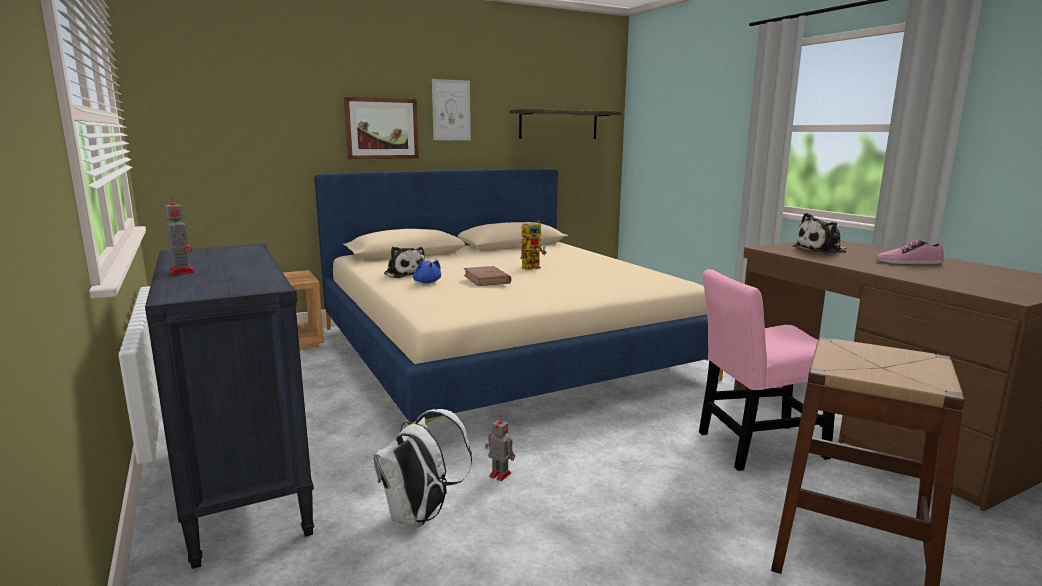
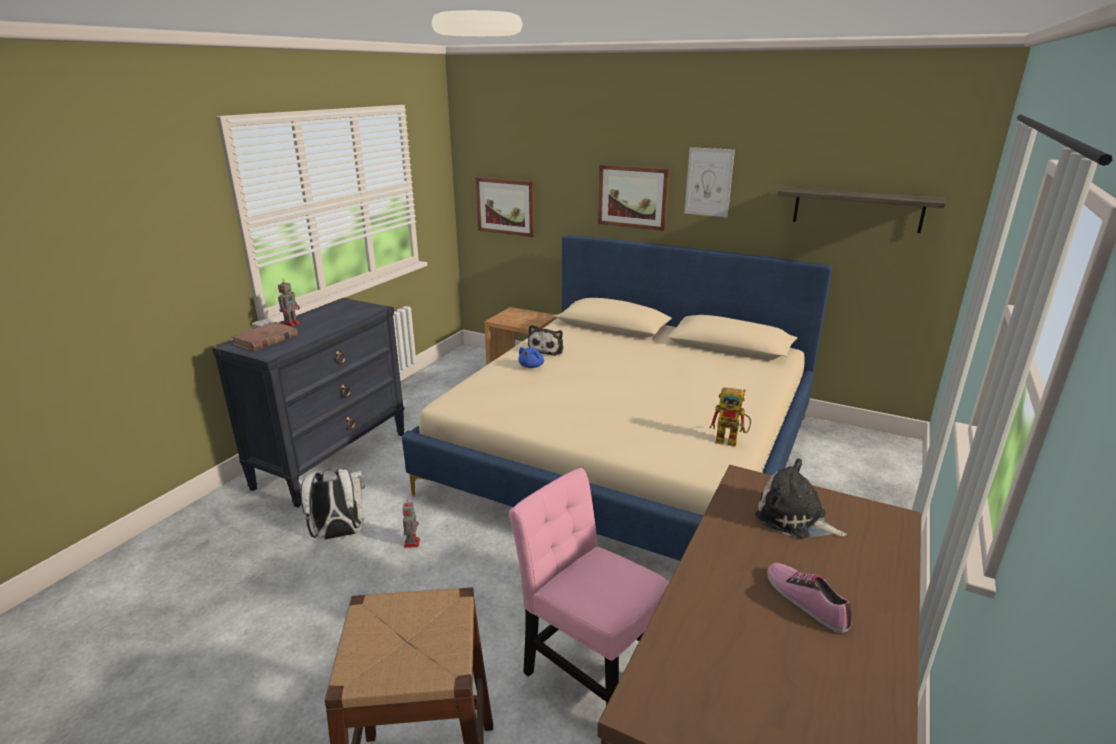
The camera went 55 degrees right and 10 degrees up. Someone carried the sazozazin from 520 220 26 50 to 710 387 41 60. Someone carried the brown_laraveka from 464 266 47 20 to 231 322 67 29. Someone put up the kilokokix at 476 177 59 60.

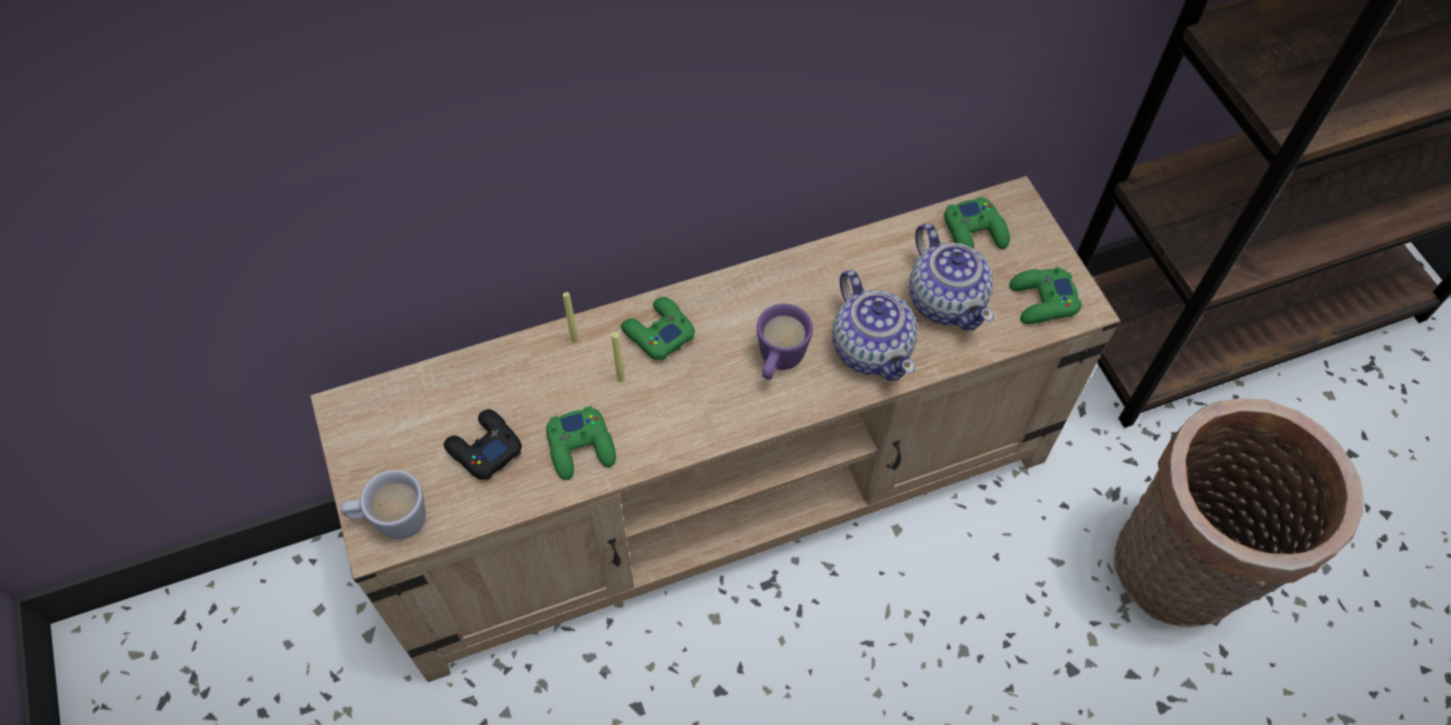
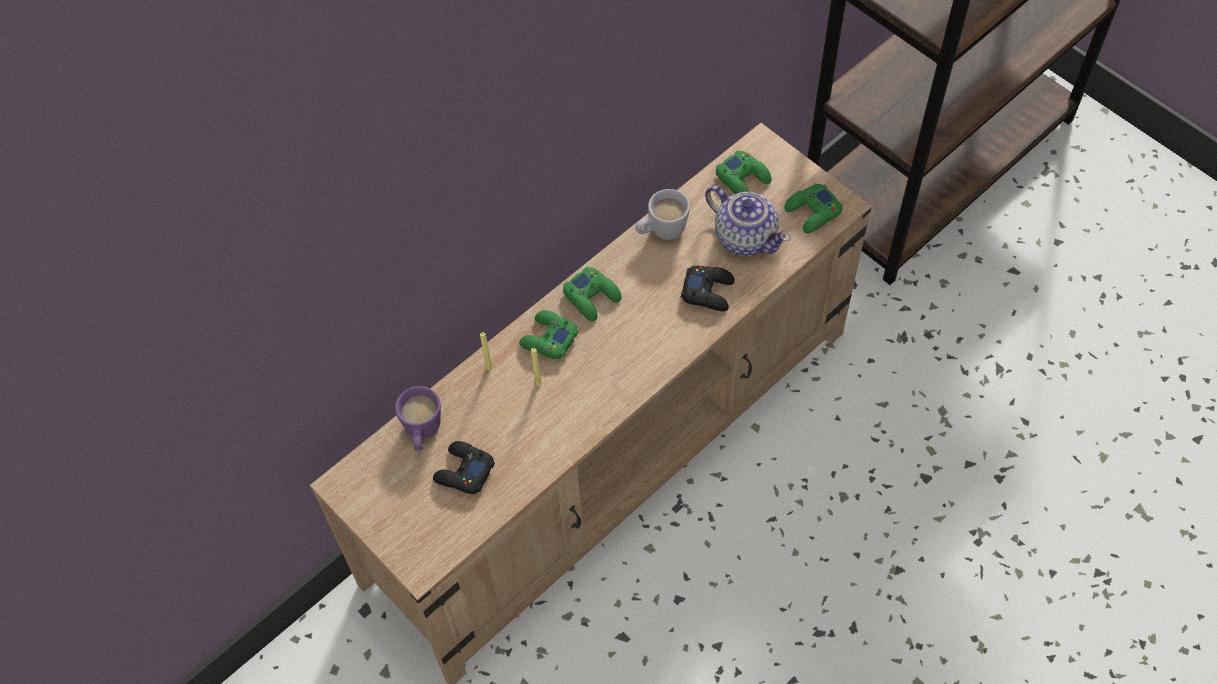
The camera went 20 degrees left and 0 degrees up. Someone swapped the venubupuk at 832 270 85 111 for the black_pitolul at 681 266 54 45. Someone carried the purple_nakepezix from 757 303 56 77 to 395 386 46 65. Someone took away the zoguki at 1114 398 249 229. Someone carried the green_pitolul from 546 406 70 74 to 563 267 59 54. Someone carried the white_nakepezix from 341 470 85 69 to 635 189 55 51.

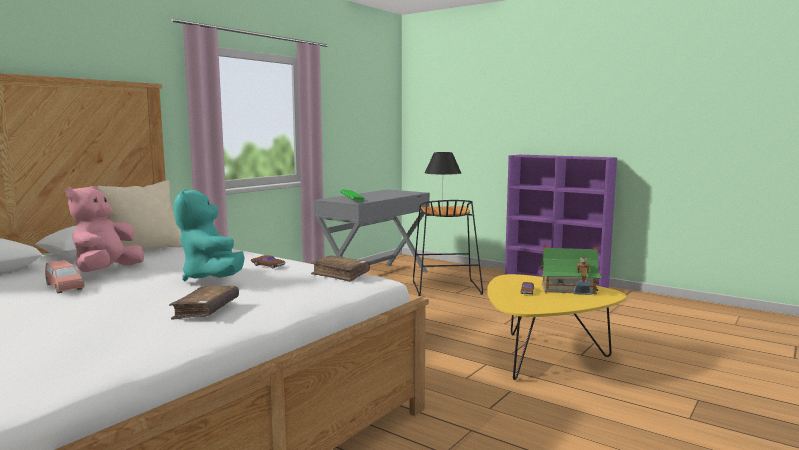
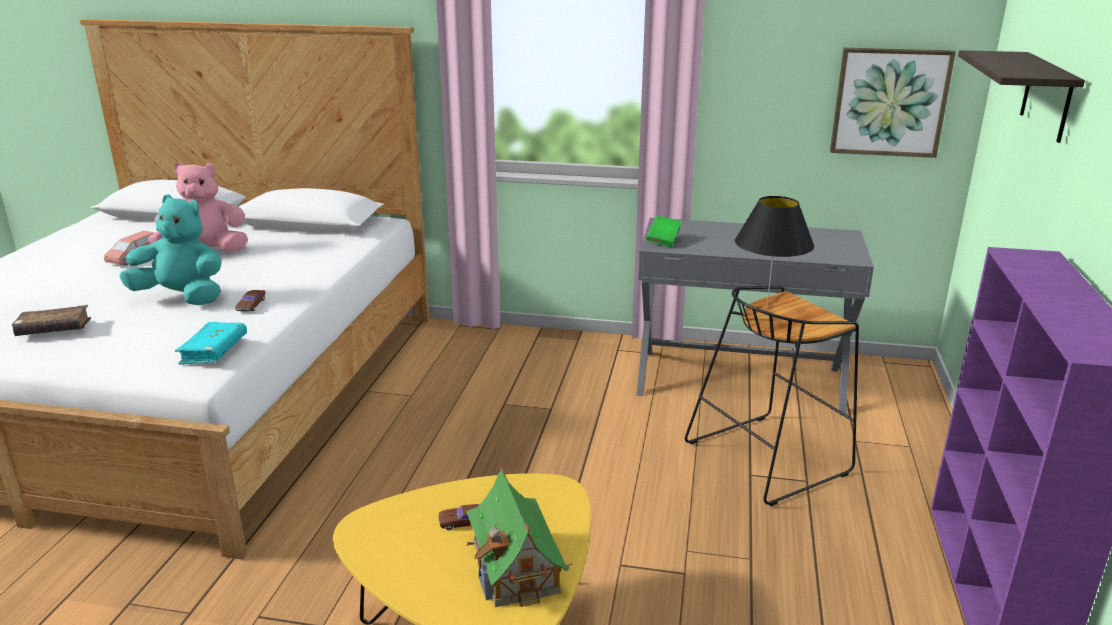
The camera went 65 degrees right and 15 degrees up. Someone took away the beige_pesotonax at 97 180 86 71. Someone rotated the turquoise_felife at 174 189 71 92 by 60 degrees clockwise. Someone repainted the brown_laraveka at 311 255 59 27, which became the turquoise_laraveka at 175 322 72 42. Someone put up the kilokokix at 830 48 126 110. Someone put up the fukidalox at 958 50 127 93.

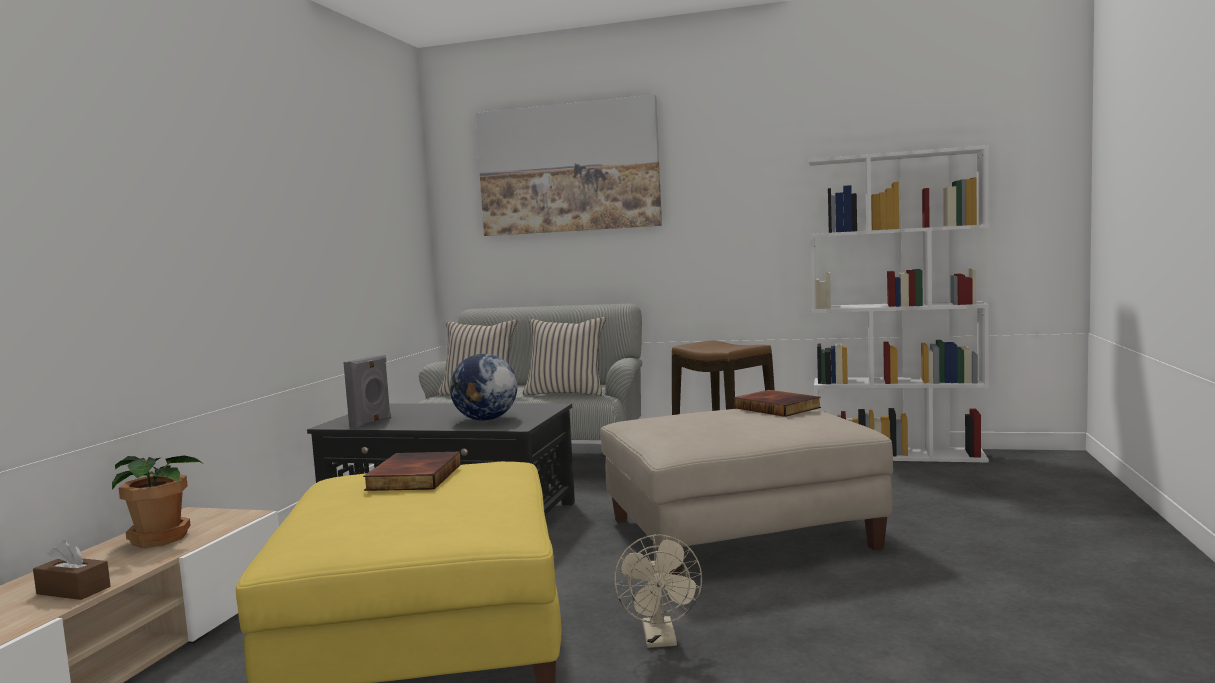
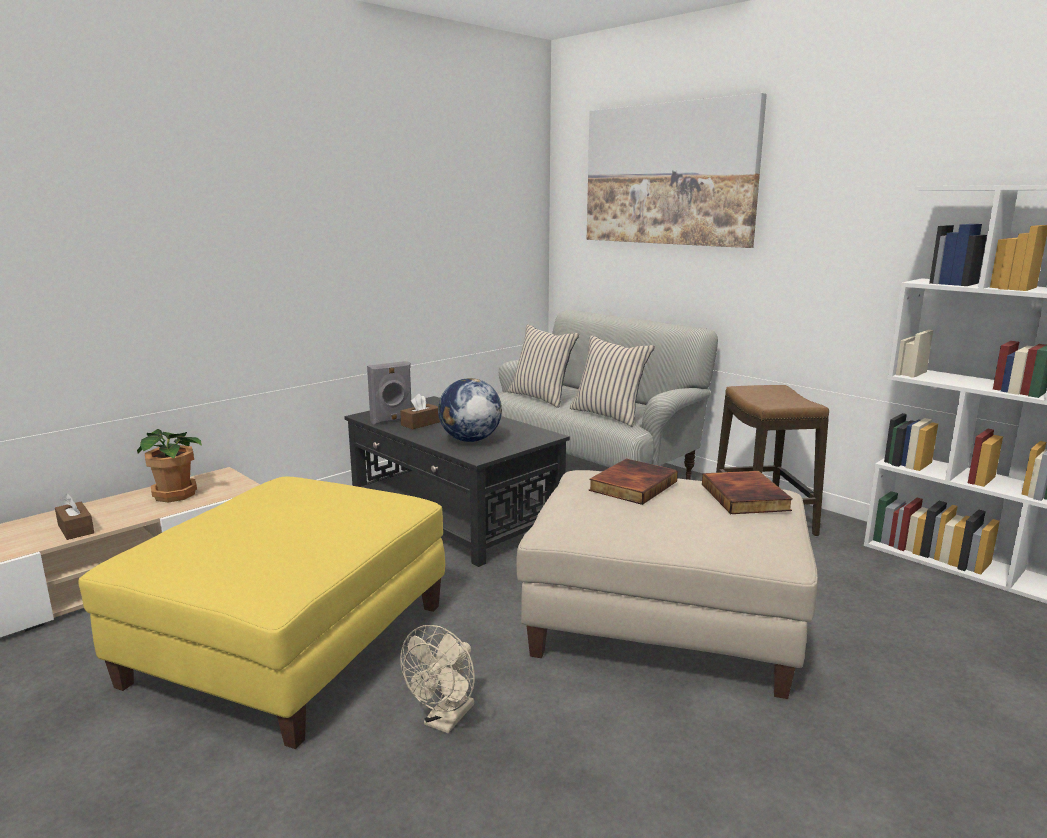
The camera went 30 degrees right and 10 degrees up. Someone carried the laraveka from 363 452 98 39 to 589 459 89 46. Someone put down the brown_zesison at 400 394 40 35.

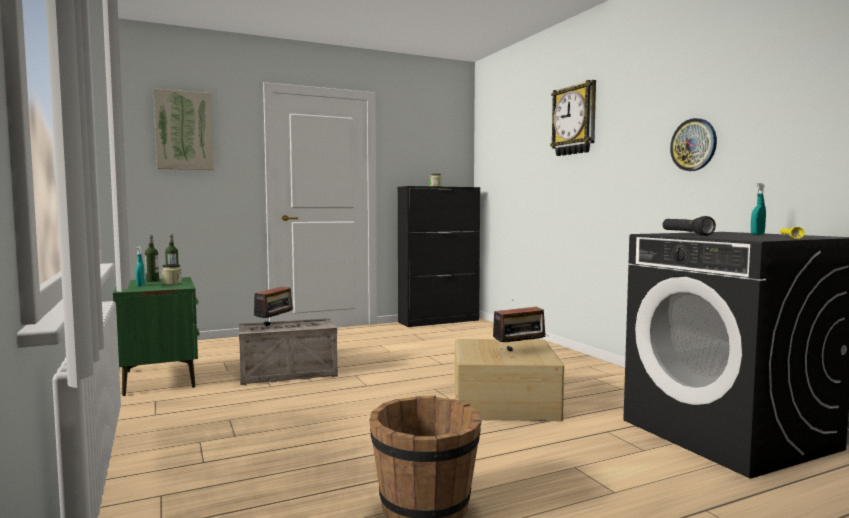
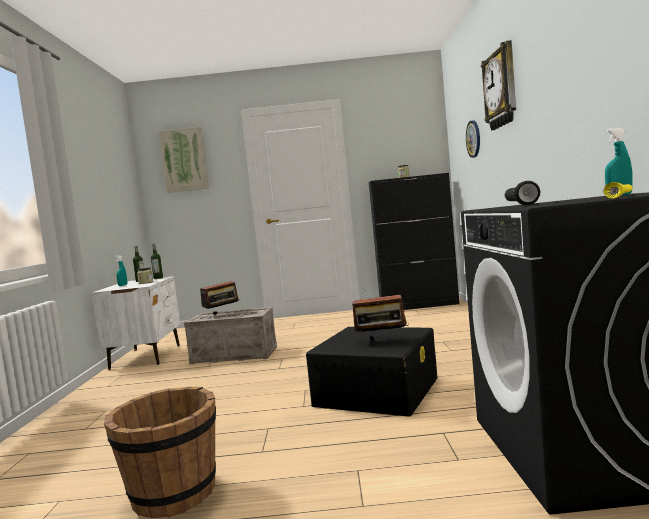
The camera went 25 degrees right and 0 degrees up. Someone carried the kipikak from 670 118 47 53 to 466 120 14 38. Someone repainted the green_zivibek at 113 277 86 119, which became the white_zivibek at 92 276 88 94. Someone repainted the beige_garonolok at 455 339 109 82, which became the black_garonolok at 306 327 132 89.

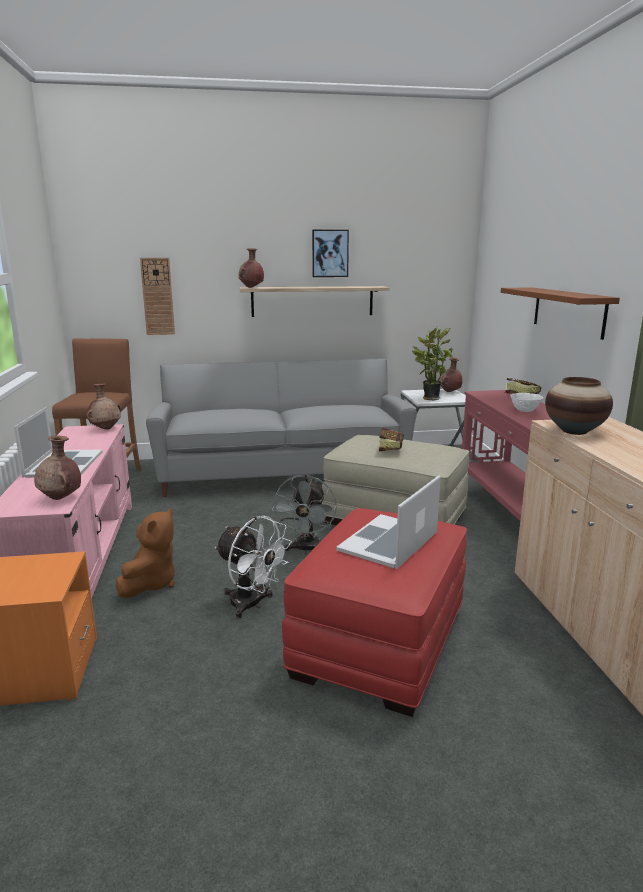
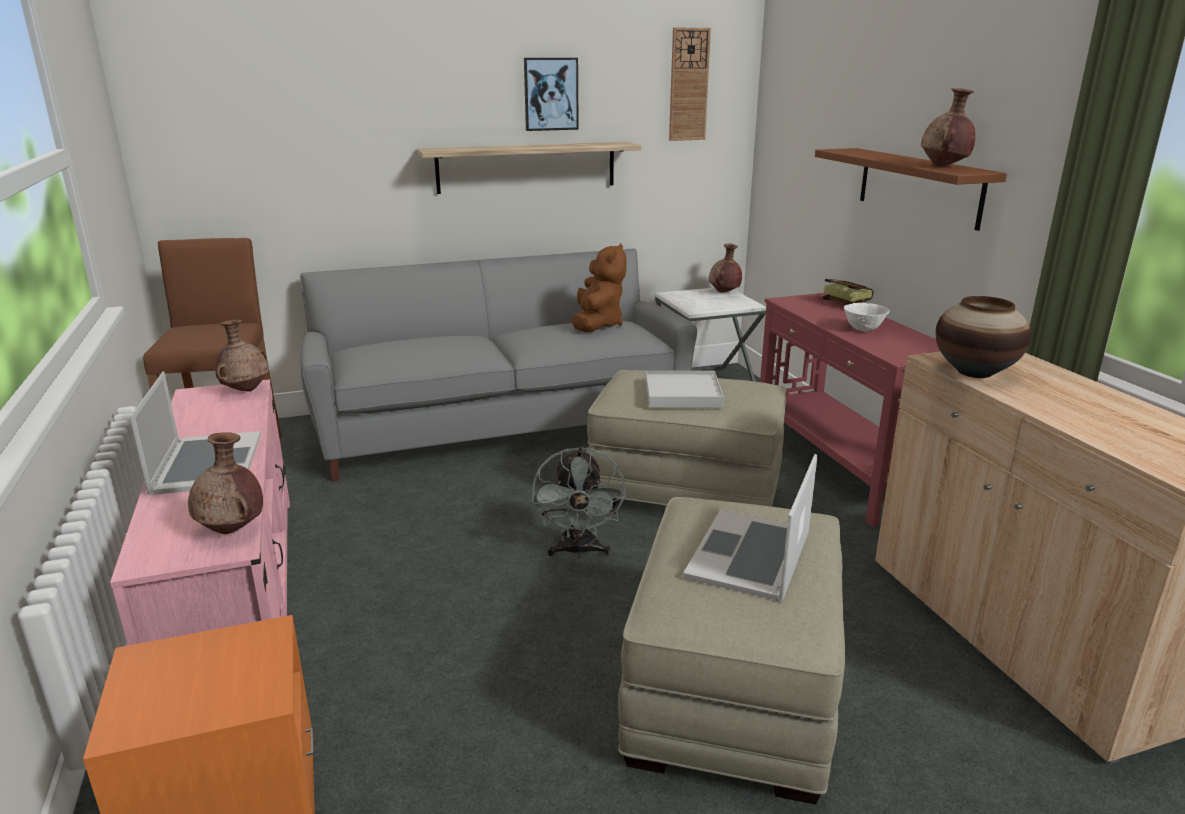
The camera went 10 degrees left and 5 degrees up. Someone carried the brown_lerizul from 239 248 25 40 to 921 88 54 79. Someone carried the kipikak from 140 258 35 77 to 669 28 42 113. Someone took away the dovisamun at 412 325 41 76. Someone swapped the laraveka at 379 427 25 24 for the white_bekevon at 646 371 78 37. Someone carried the brown_felife from 116 508 59 90 to 571 243 56 89. Someone repainted the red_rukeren at 282 508 185 209, which became the beige_rukeren at 618 497 227 308. Someone took away the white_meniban at 215 516 77 103.

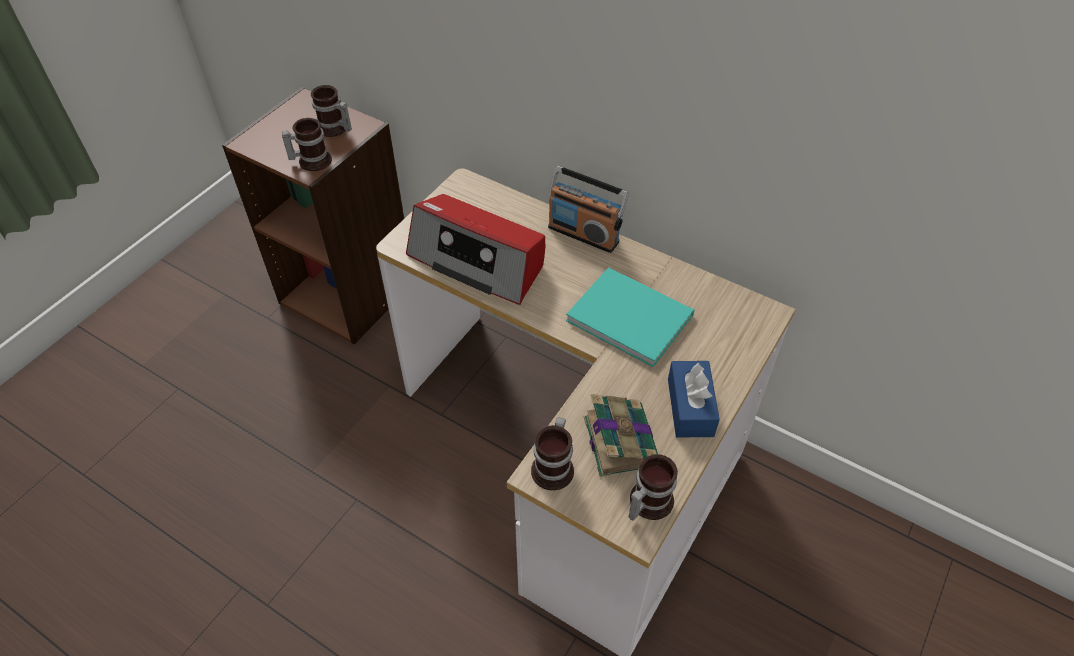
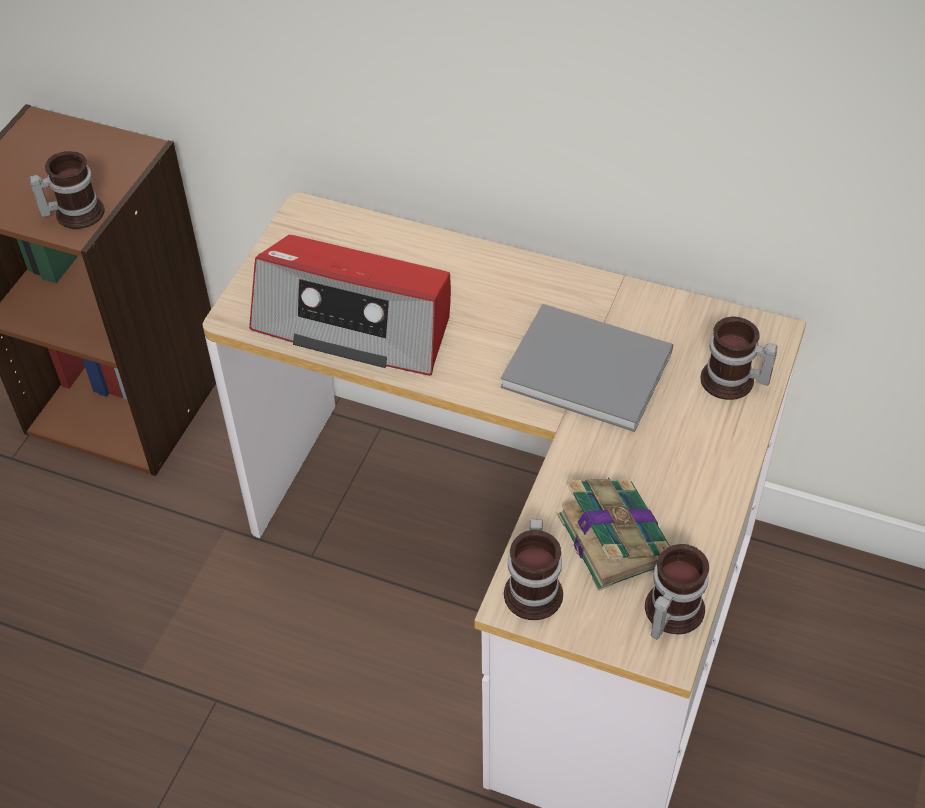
The camera went 10 degrees left and 0 degrees up. Someone carried the nakepezix from 311 85 41 52 to 701 316 77 84. Someone took away the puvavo at 548 166 81 87. Someone repainted the turquoise_laraveka at 566 267 128 100, which became the grey_laraveka at 501 304 172 128. Someone took away the blue_zesison at 668 361 52 77.

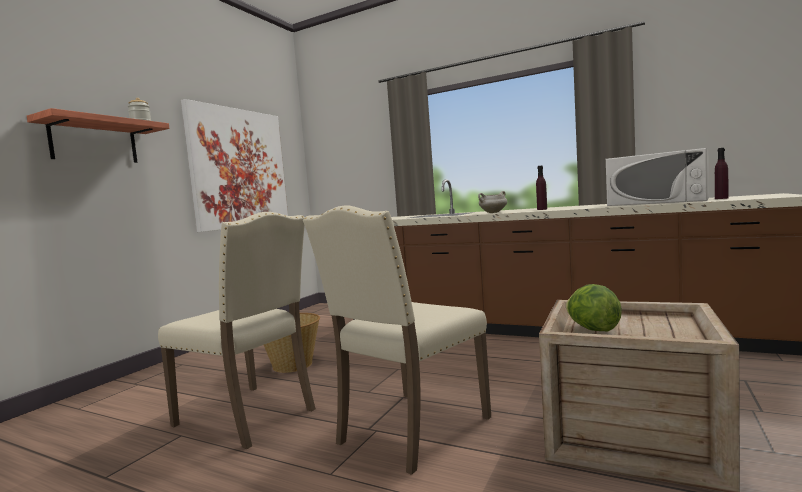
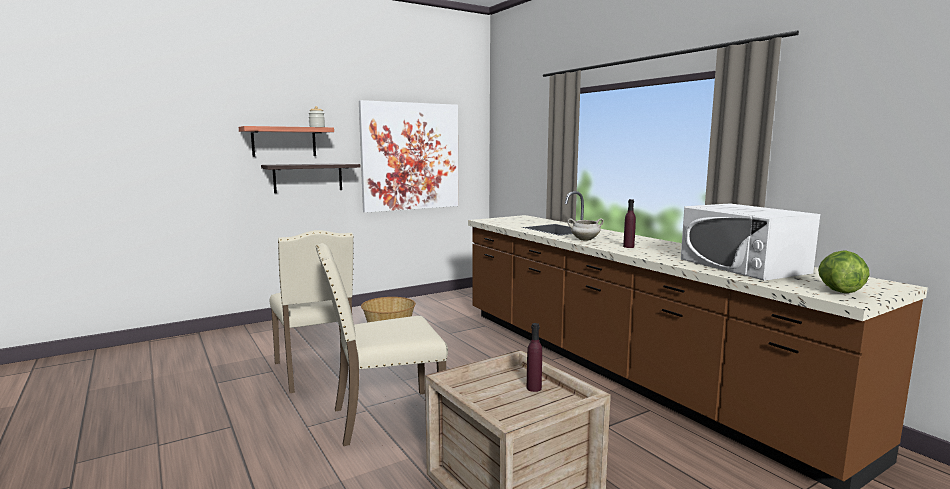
The camera went 30 degrees right and 5 degrees up. Someone carried the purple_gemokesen from 715 148 13 51 to 527 323 15 69. Someone carried the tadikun from 566 284 56 48 to 818 250 52 43. Someone put up the fukidalox at 261 163 100 30.

